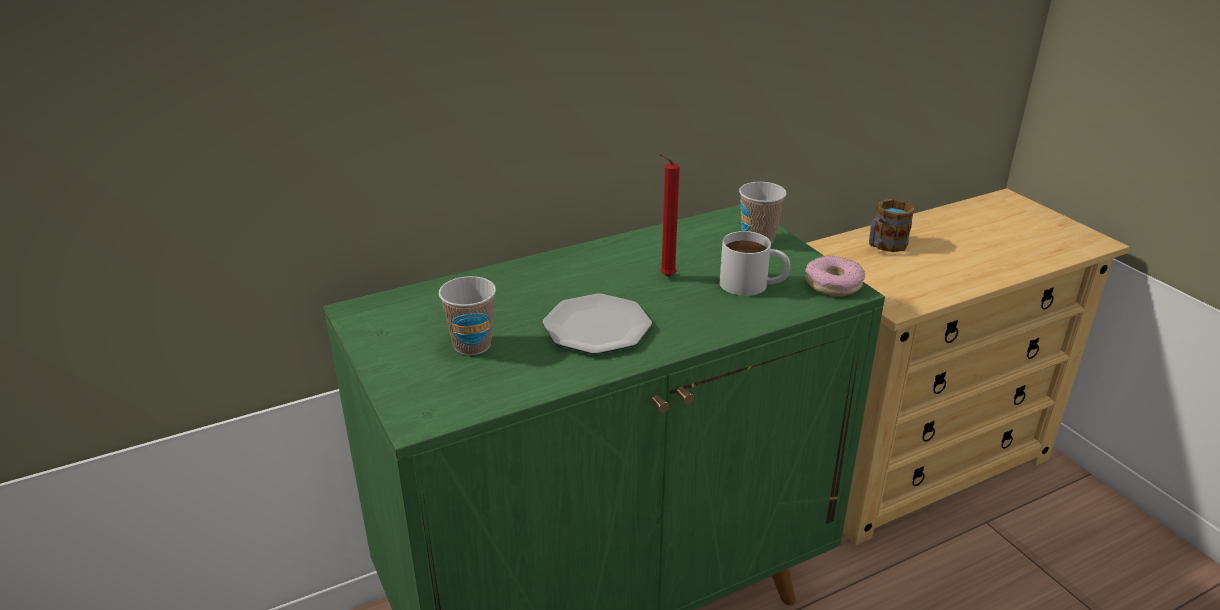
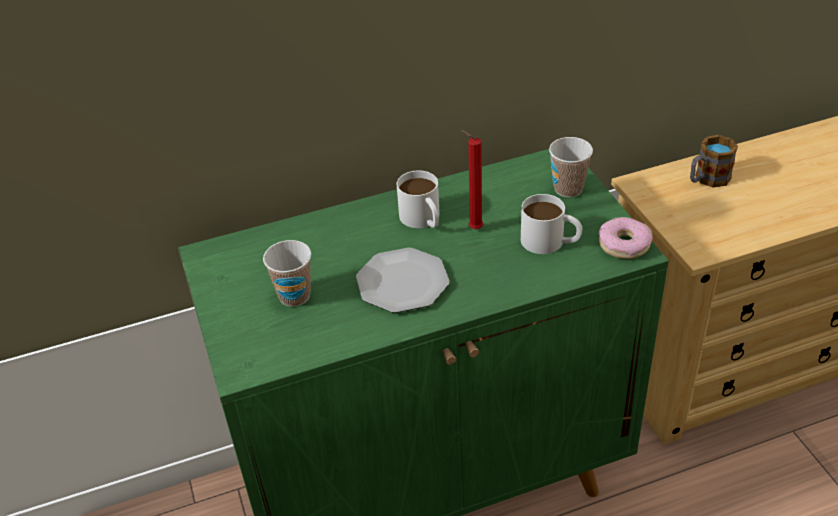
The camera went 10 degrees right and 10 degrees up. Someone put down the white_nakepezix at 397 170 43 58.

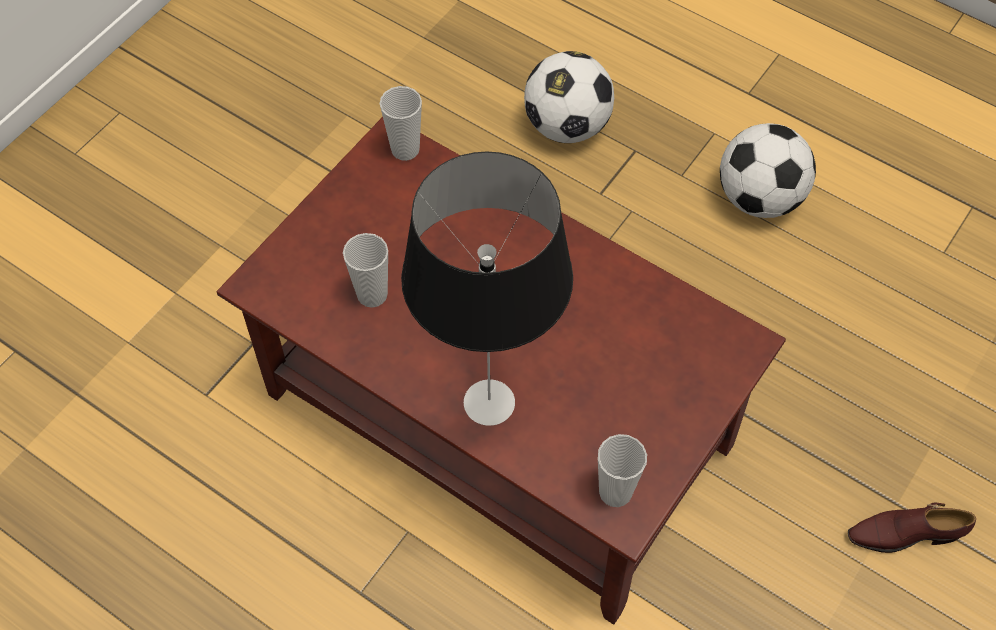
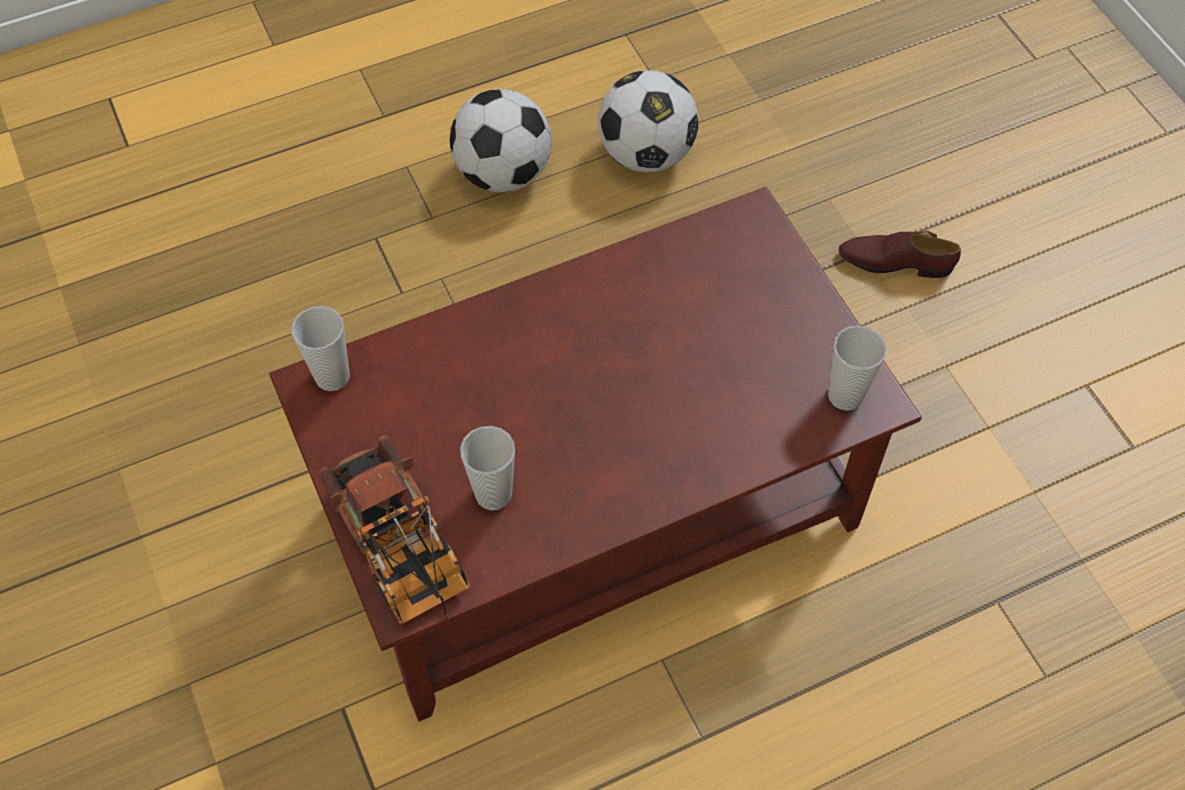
The camera went 60 degrees left and 0 degrees up. Someone carried the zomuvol from 524 51 90 92 to 598 70 101 102. Someone took away the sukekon at 401 151 172 275. Someone rotated the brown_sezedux at 848 503 128 50 by 75 degrees clockwise. Someone put down the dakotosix at 318 435 152 189.

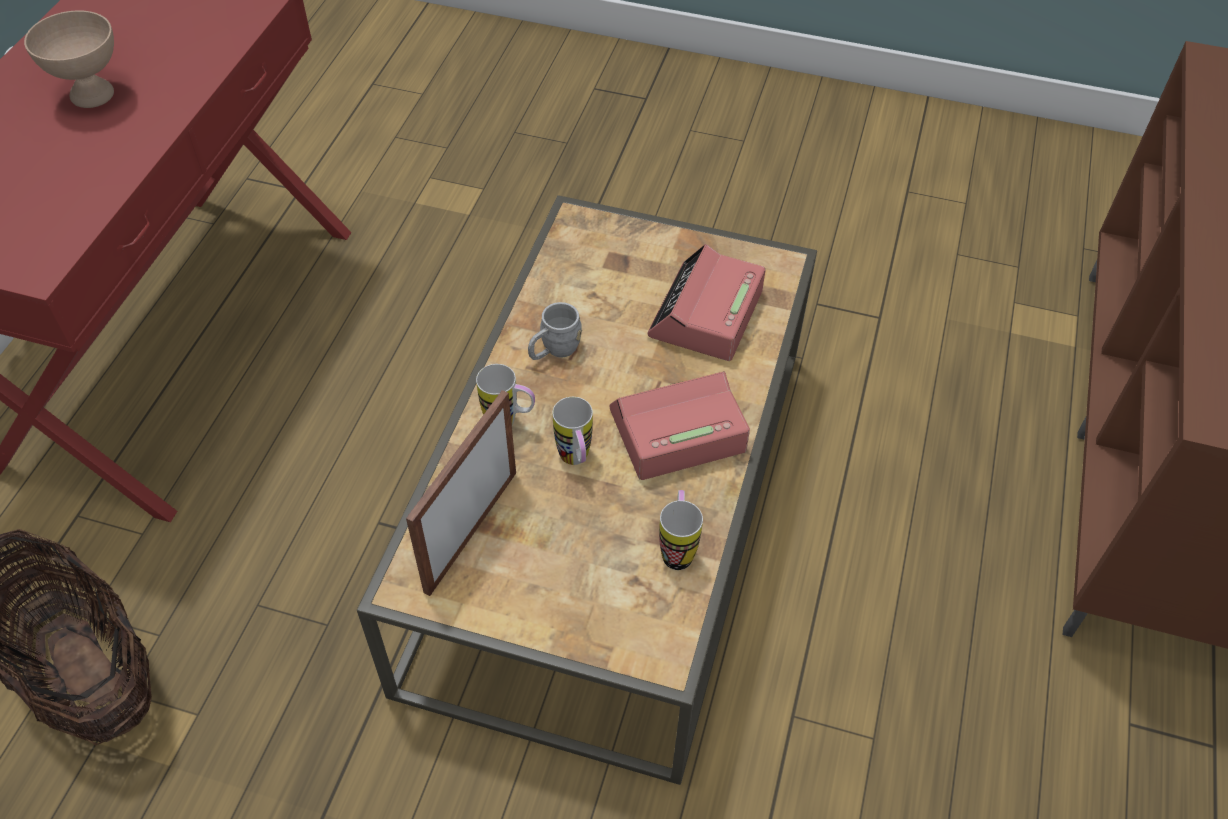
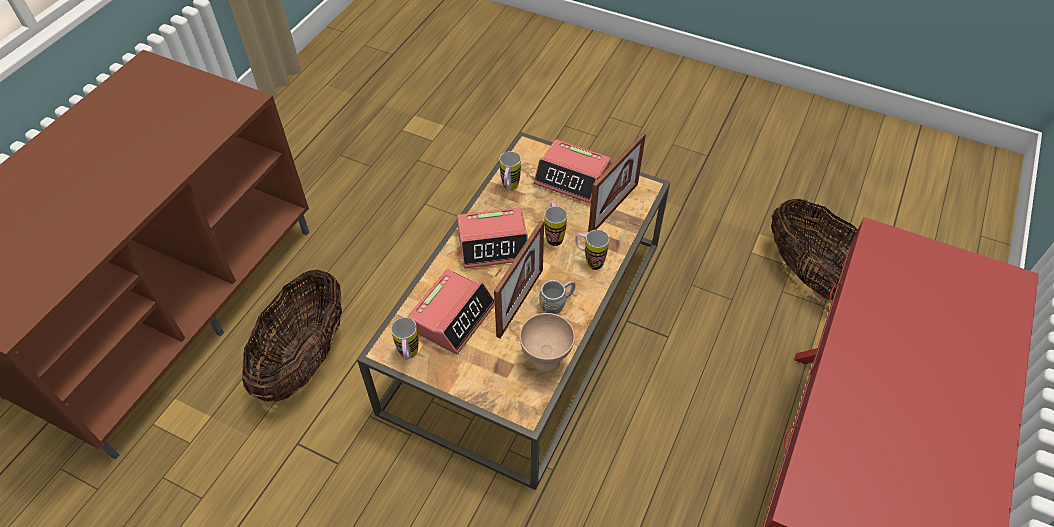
The camera went 170 degrees left and 0 degrees up. Someone carried the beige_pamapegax from 24 11 90 97 to 519 313 56 60. Someone put down the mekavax at 534 139 77 65. Someone put down the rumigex at 494 220 50 118. Someone put down the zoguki at 242 269 100 133. Someone put down the nakepezix at 391 317 27 43.

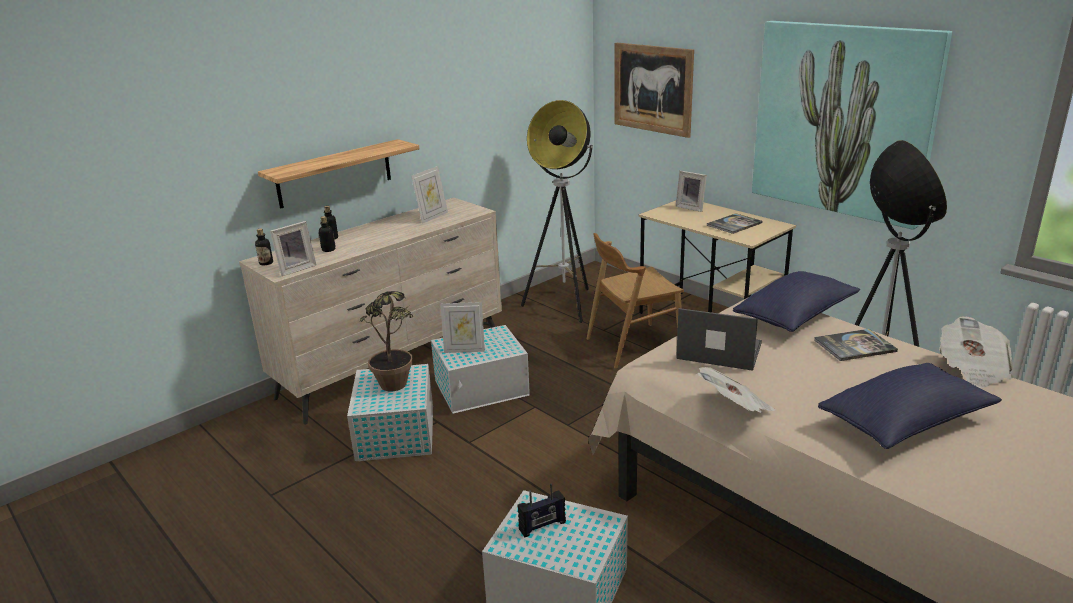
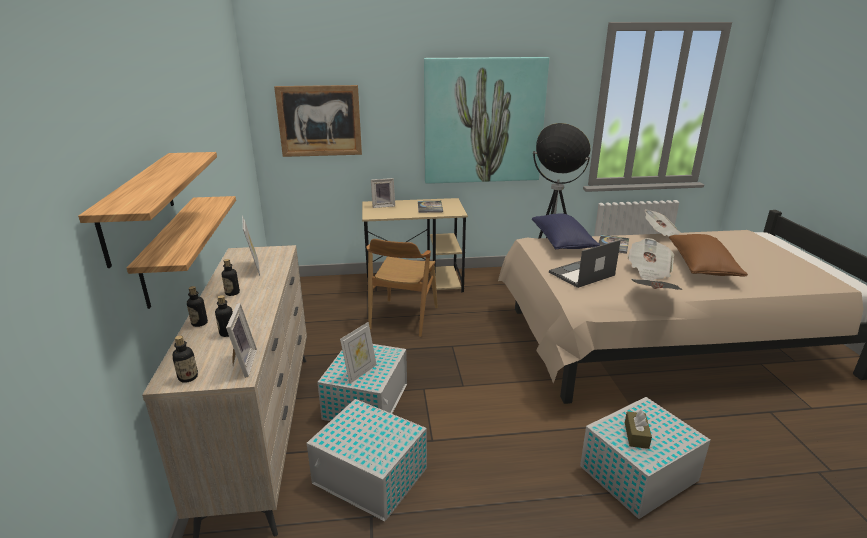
The camera went 55 degrees left and 0 degrees up. Someone took away the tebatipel at 521 100 72 223. Someone took away the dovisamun at 360 291 53 101. Someone repainted the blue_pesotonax at 818 363 184 86, which became the brown_pesotonax at 669 234 79 43. Someone swapped the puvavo at 517 483 49 54 for the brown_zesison at 625 410 27 39. Someone put up the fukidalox at 78 152 139 116. Someone put down the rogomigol at 627 238 47 42. Someone put down the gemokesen at 222 259 18 37.

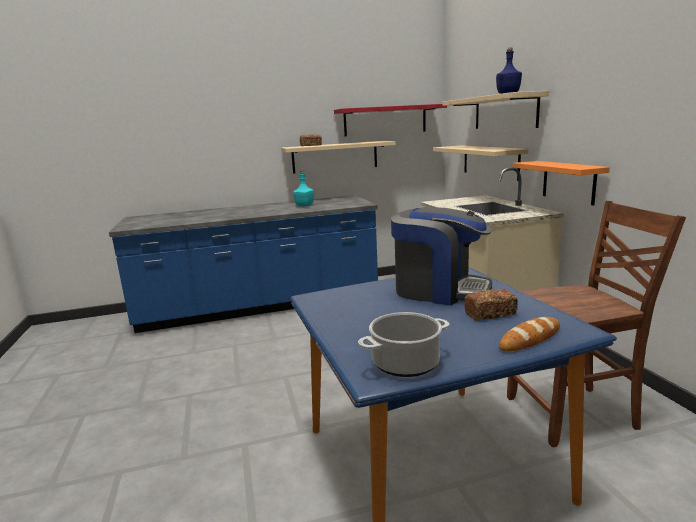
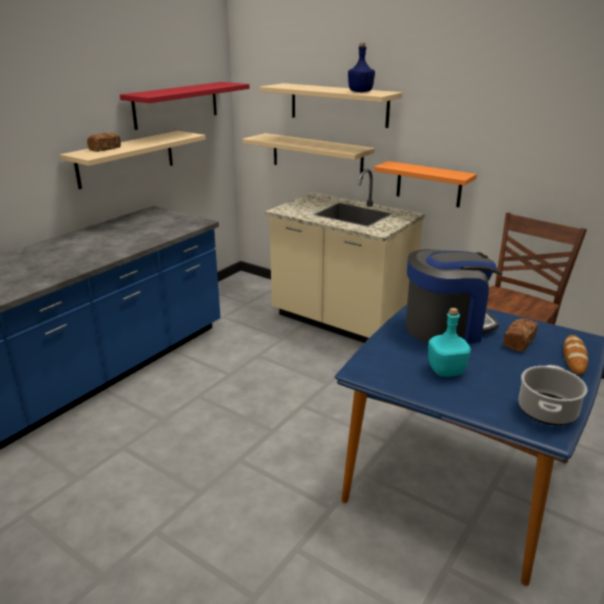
The camera went 40 degrees left and 10 degrees up. Someone carried the turquoise_gemokesen from 293 171 21 35 to 428 308 43 69.

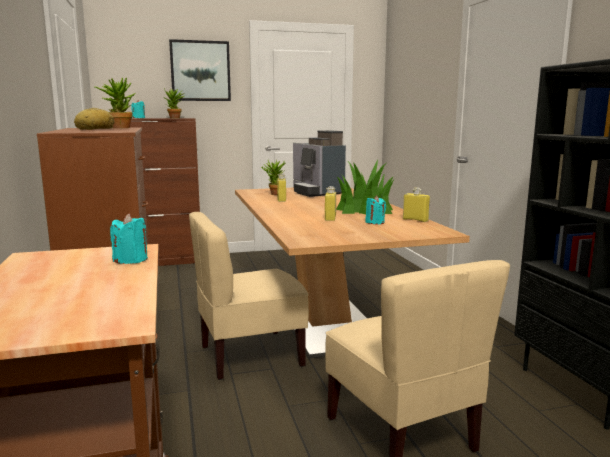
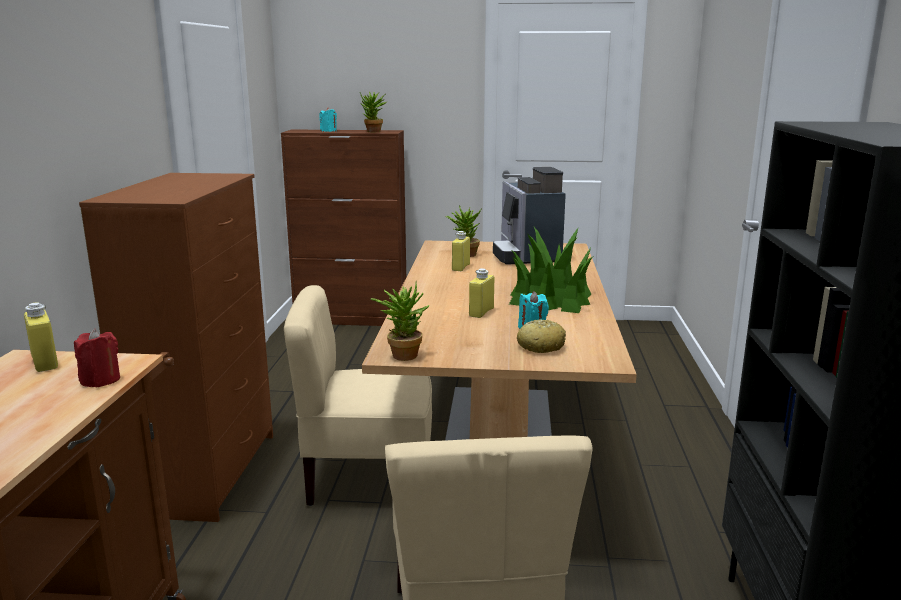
The camera went 20 degrees right and 5 degrees up. Someone took away the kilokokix at 169 39 62 62. Someone carried the dovisamun from 94 78 42 50 to 371 280 59 81. Someone carried the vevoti from 74 108 41 22 to 517 320 49 33. Someone carried the yellow_gemokesen from 403 188 27 34 to 24 303 34 69. Someone repainted the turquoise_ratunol at 110 213 38 51, which became the red_ratunol at 74 329 46 58.

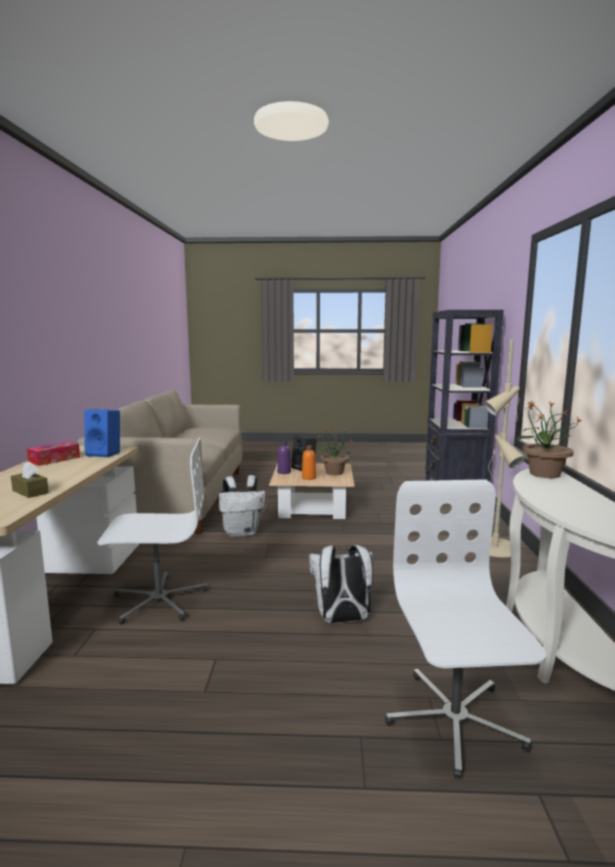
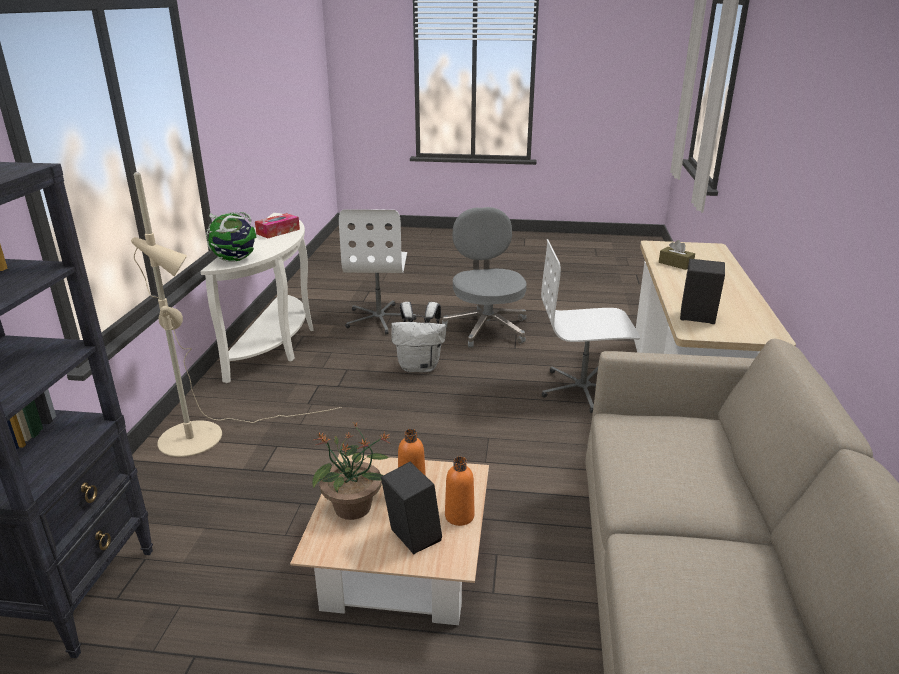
The camera went 175 degrees left and 15 degrees up. Someone swapped the dovisamun at 515 401 67 77 for the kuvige at 206 212 50 50. Someone repainted the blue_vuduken at 84 409 36 48, which became the black_vuduken at 680 259 45 65. Someone carried the zesison from 27 441 53 25 to 255 213 45 25. Someone repainted the purple_gemokesen at 277 441 14 33, which became the orange_gemokesen at 445 457 30 69. Someone took away the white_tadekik at 219 475 47 62. Someone put down the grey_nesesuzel at 442 207 85 140.

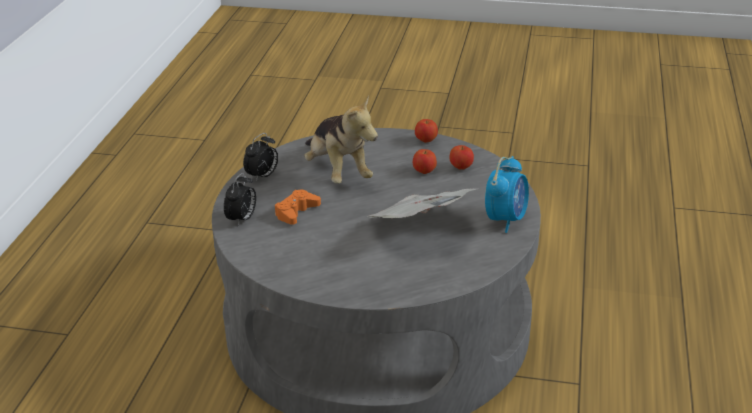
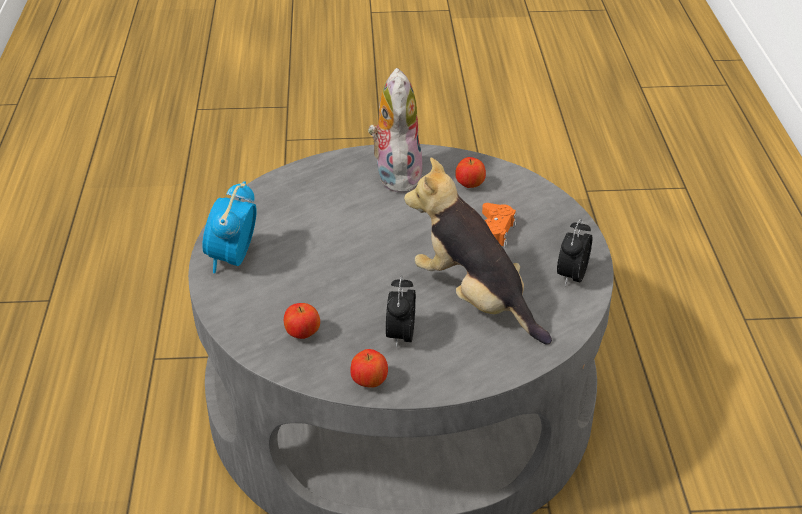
The camera went 165 degrees right and 5 degrees up. Someone carried the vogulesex from 413 149 24 25 to 455 157 31 31. Someone carried the mekavax from 224 173 32 53 to 386 275 30 74. Someone took away the rogomigol at 369 189 107 29. Someone put down the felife at 368 68 55 125.

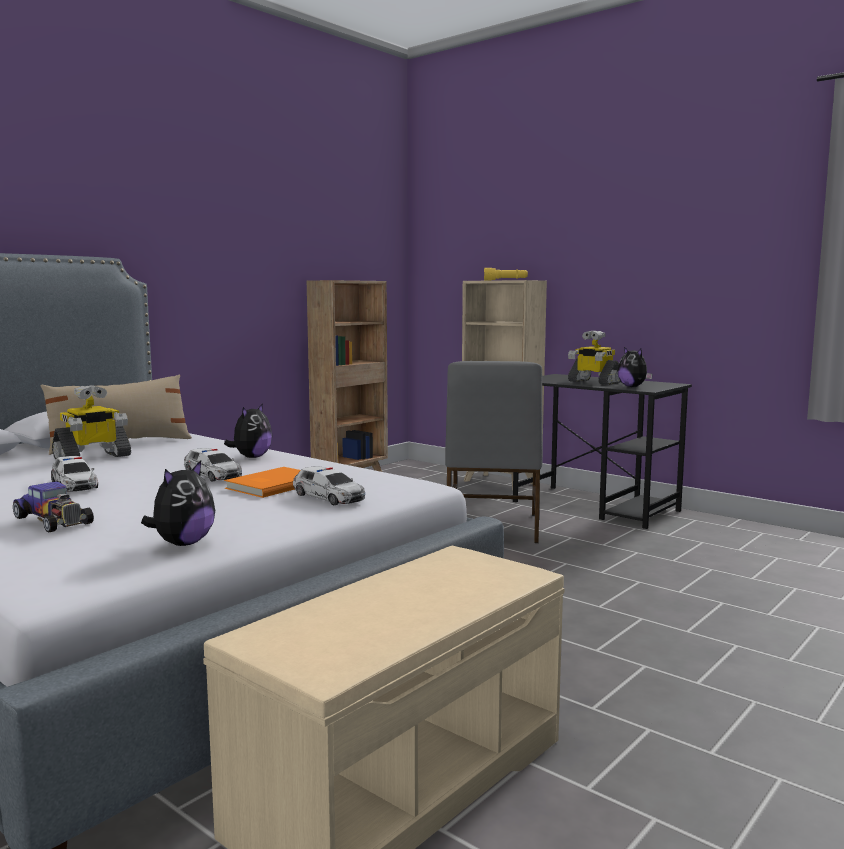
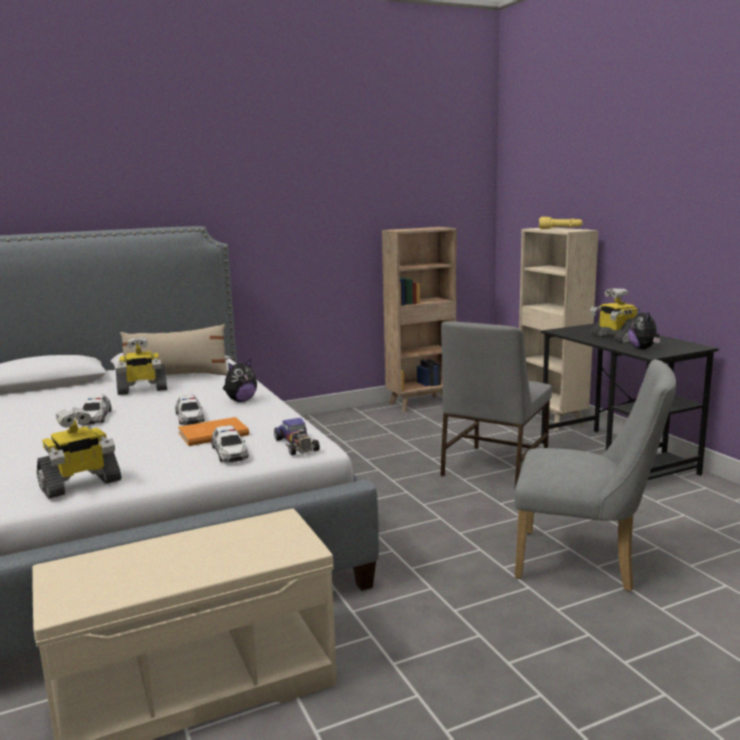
The camera went 25 degrees right and 5 degrees up. Someone swapped the felife at 141 460 74 86 for the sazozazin at 37 408 84 91. Someone carried the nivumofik from 13 482 81 50 to 274 418 46 37. Someone put down the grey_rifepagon at 514 359 162 233.

